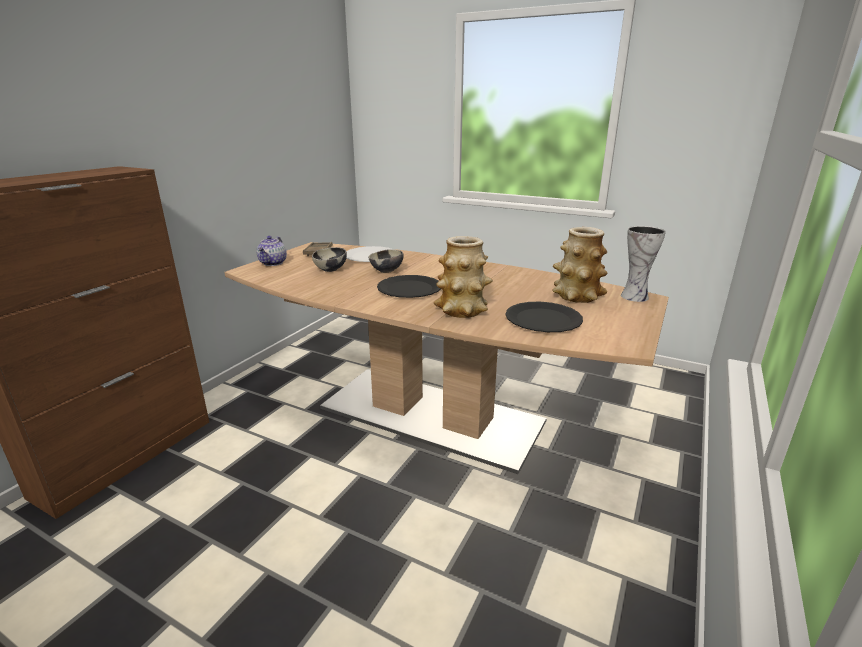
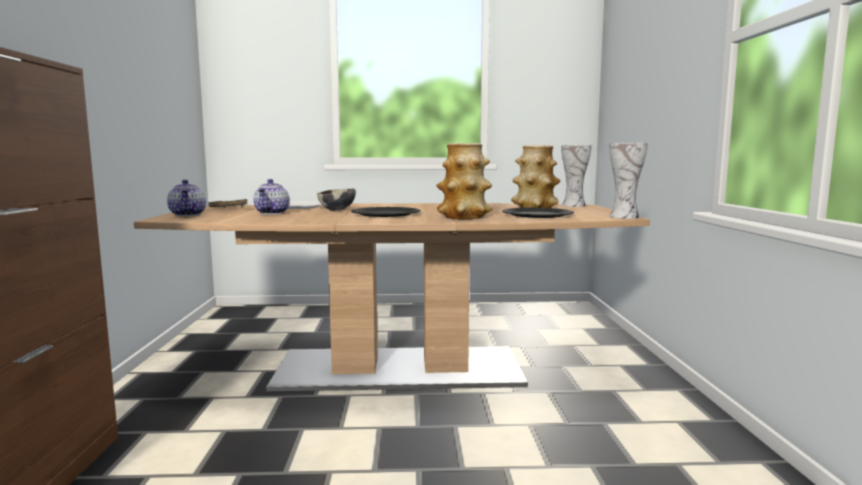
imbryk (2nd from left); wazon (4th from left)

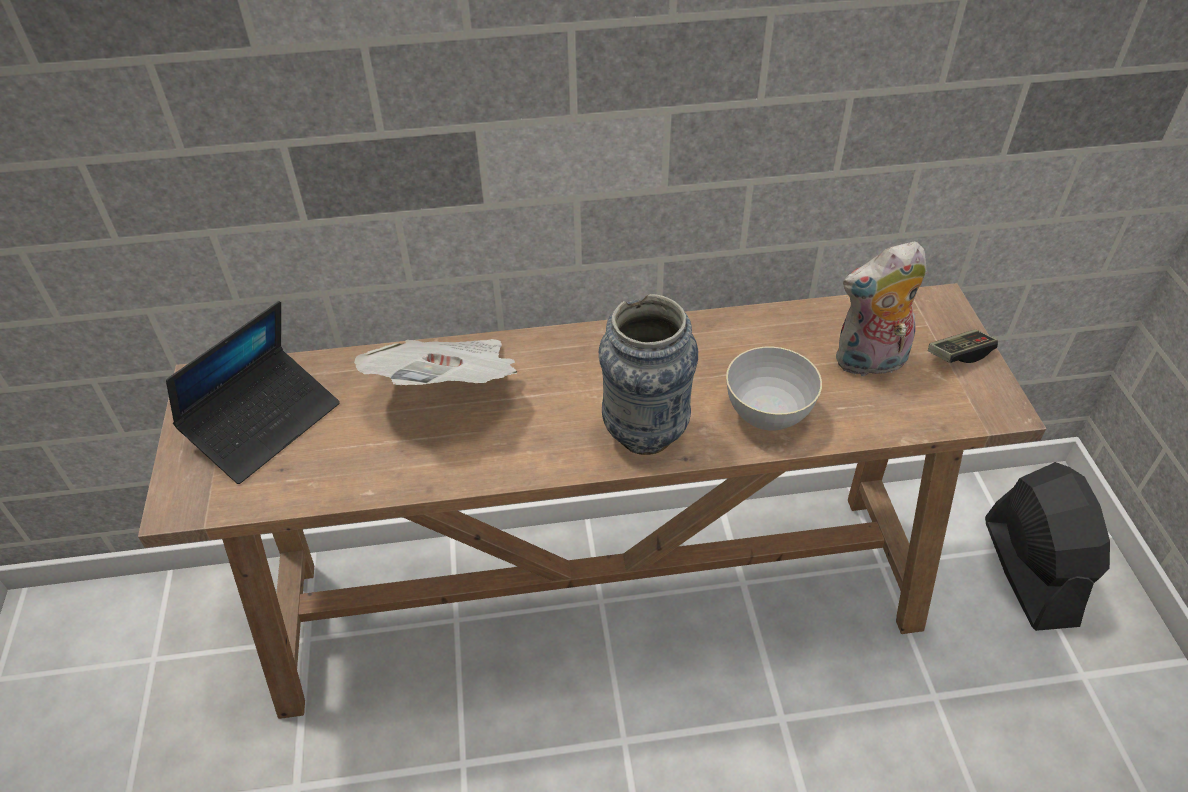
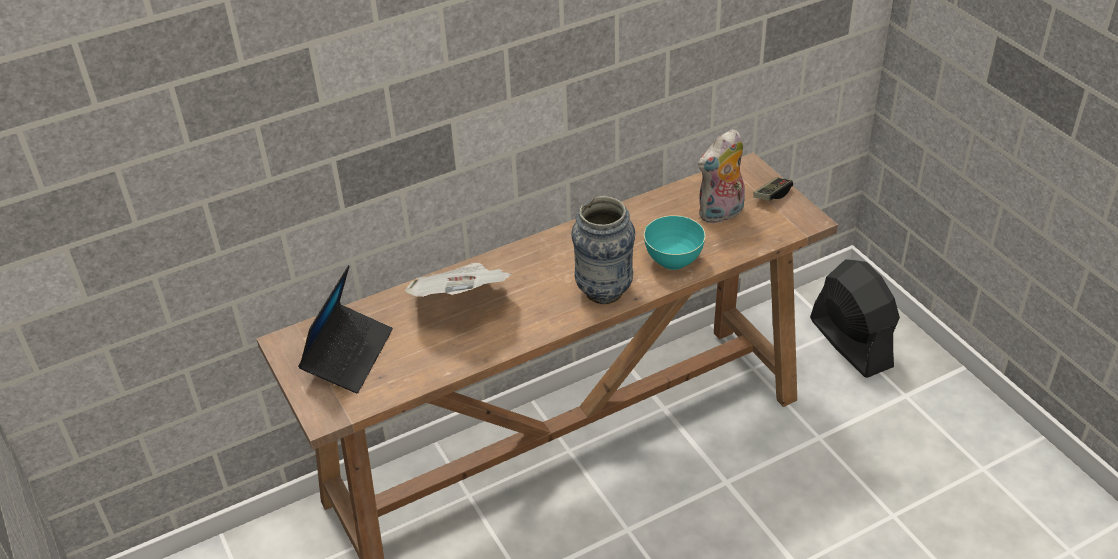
miska/turkusowy

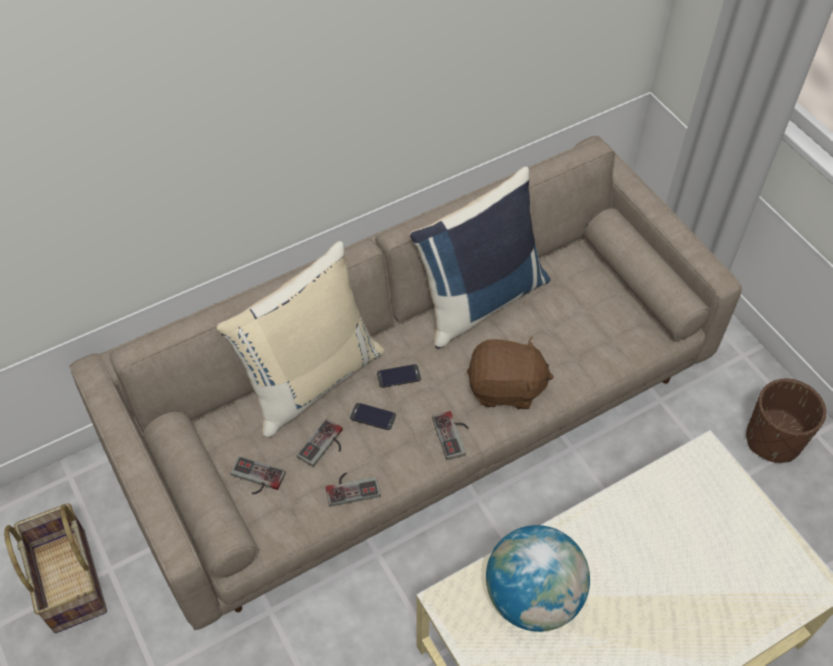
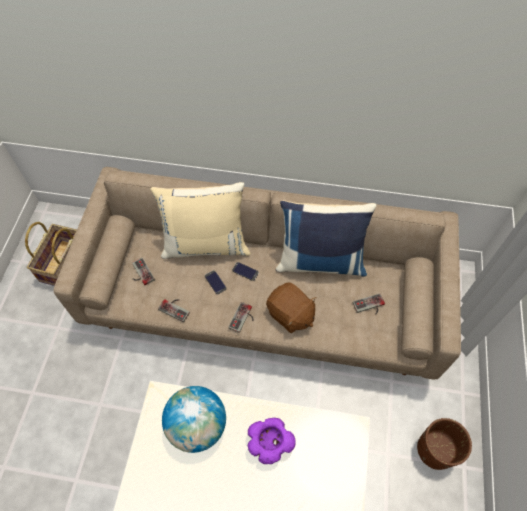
miska/fioletowy; pad do gier (4th from left)

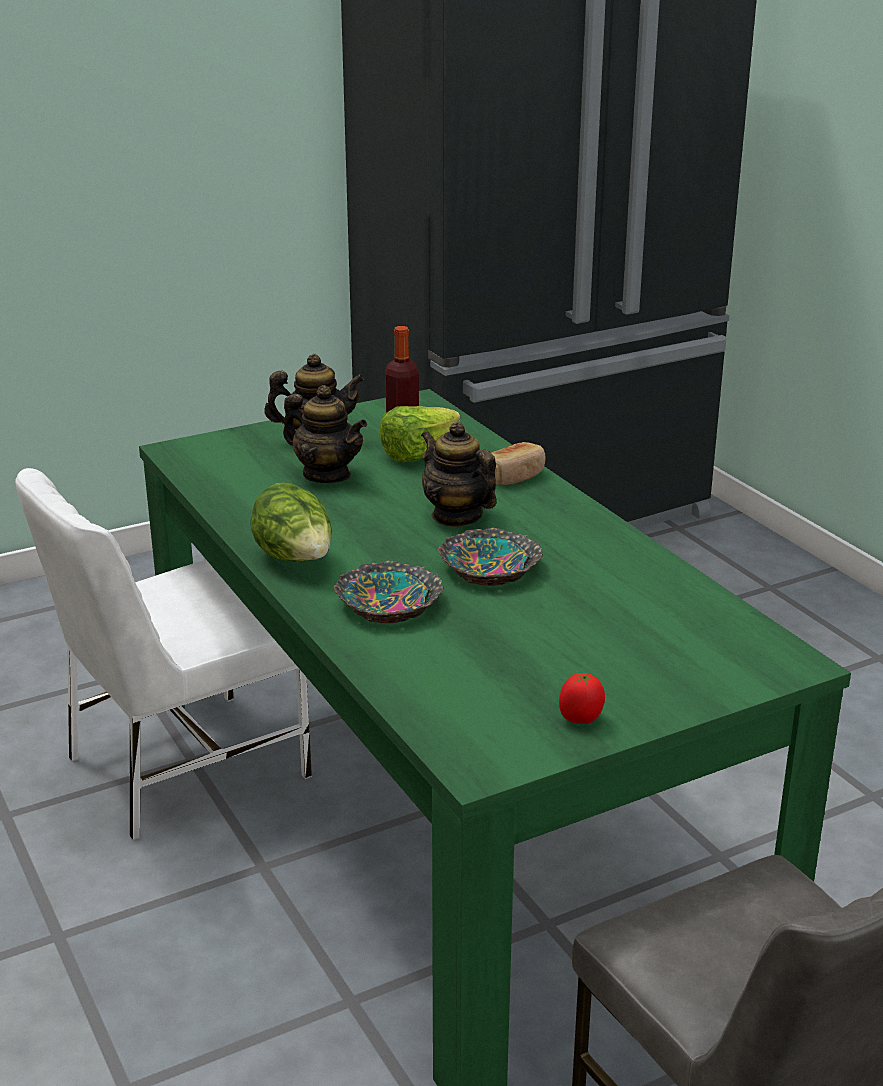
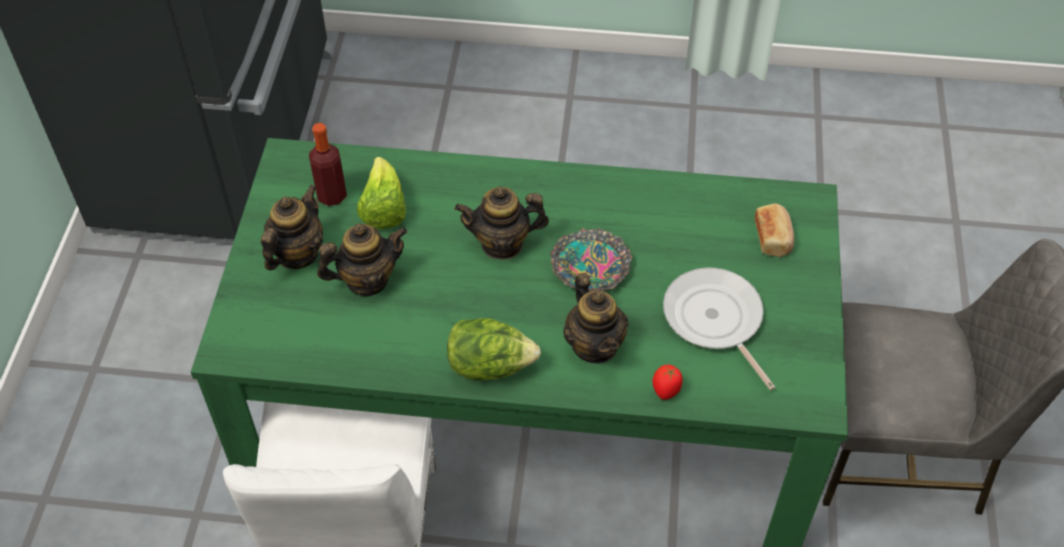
imbryk (4th from left); pomidor; patelnia; chleb

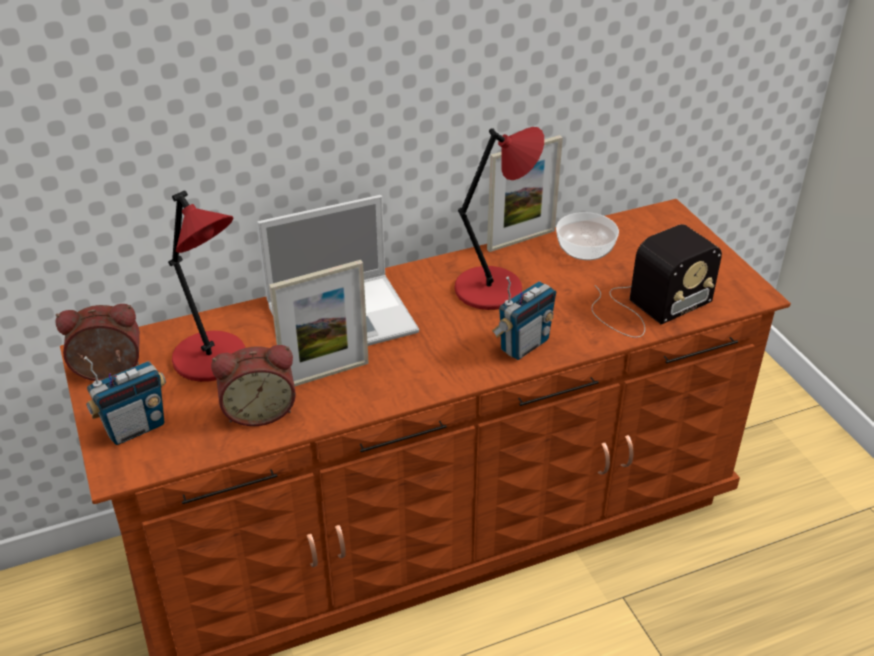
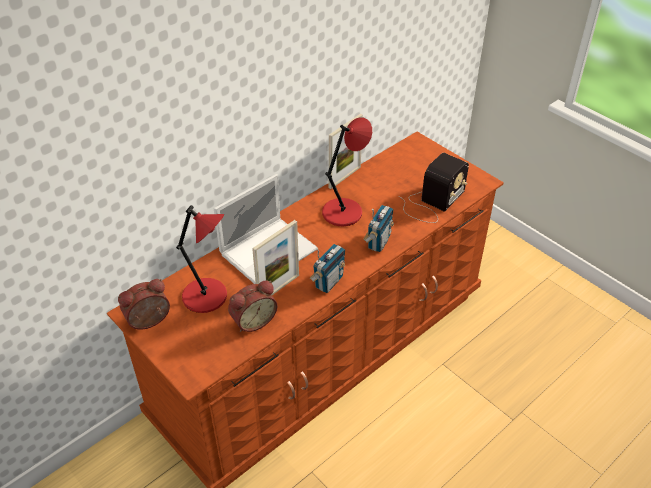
radio (1st from left); miska

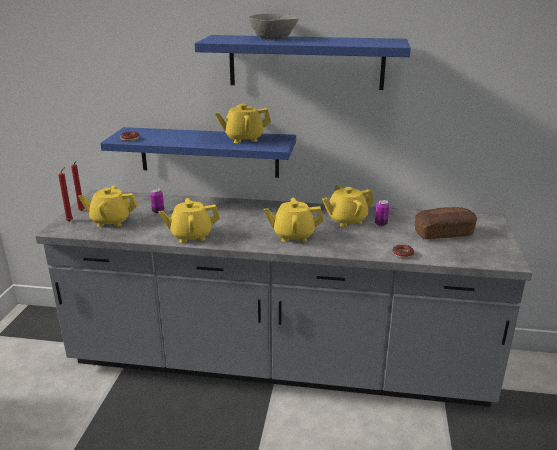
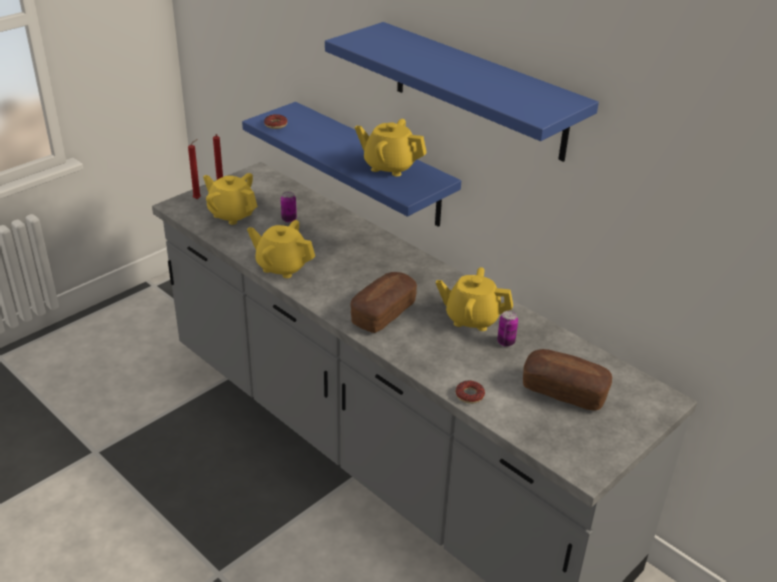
chleb (1st from left); miska/szary

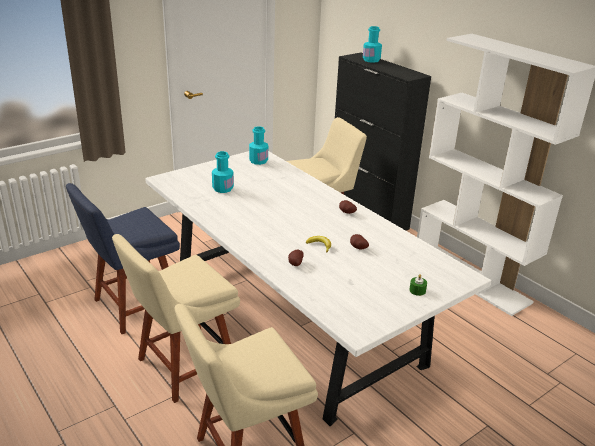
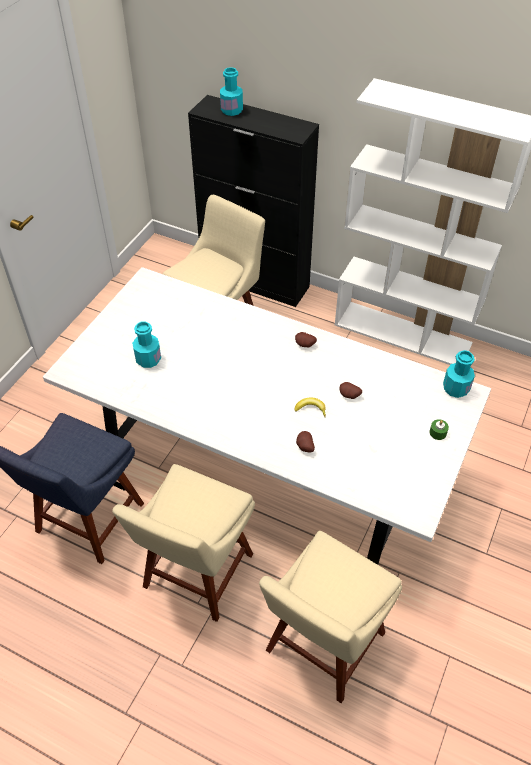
butelka/turkusowy (3rd from left)

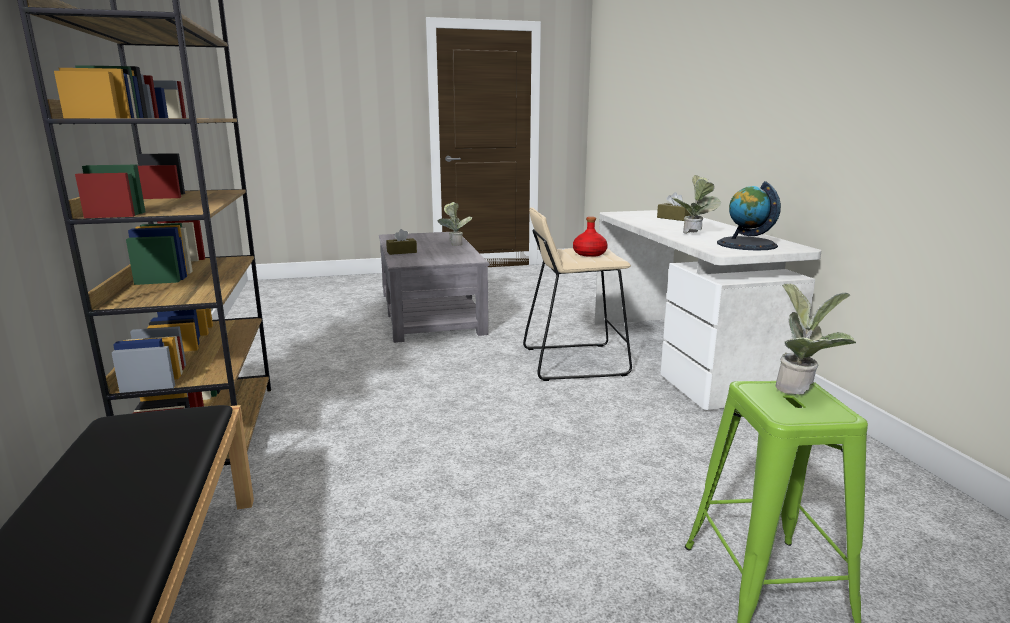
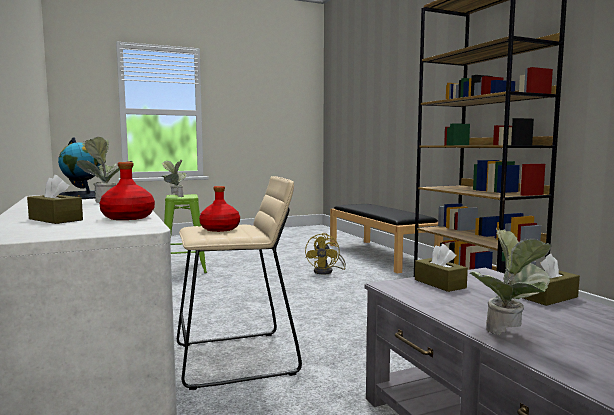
butelka/czerwony (1st from left); wentylator/żółty; pudełko chusteczek/brązowy (2nd from left)

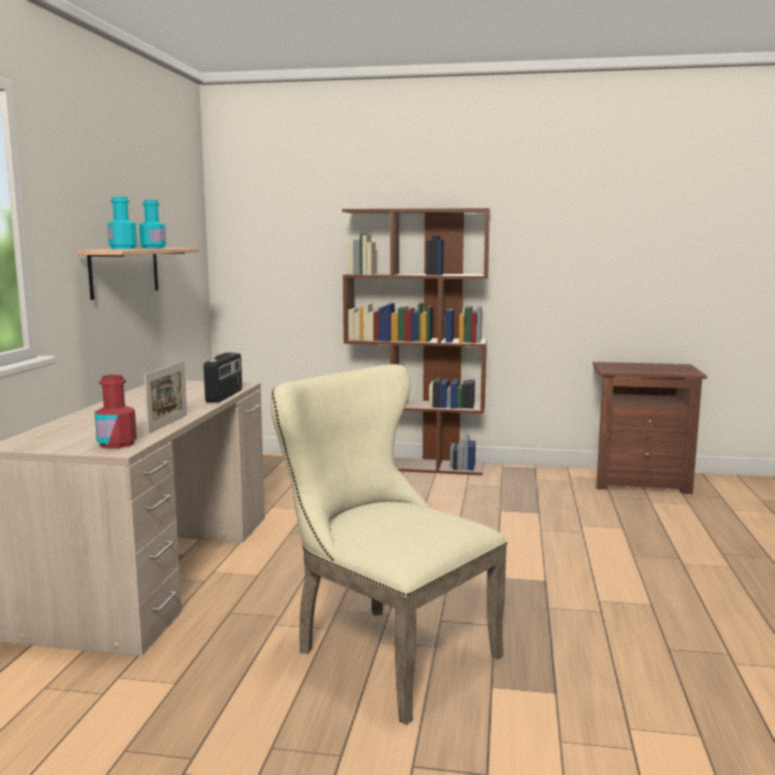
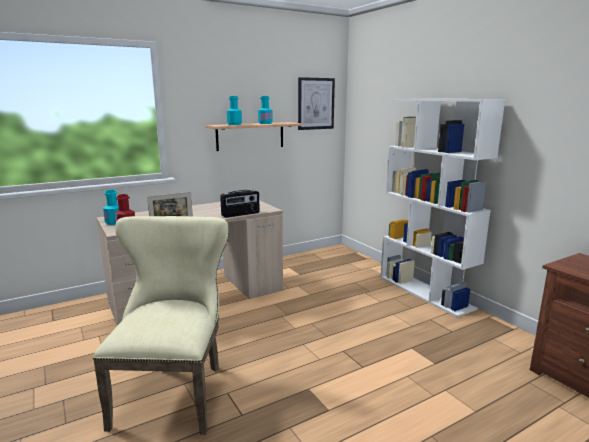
butelka/turkusowy (1st from left); obraz; regał/biały

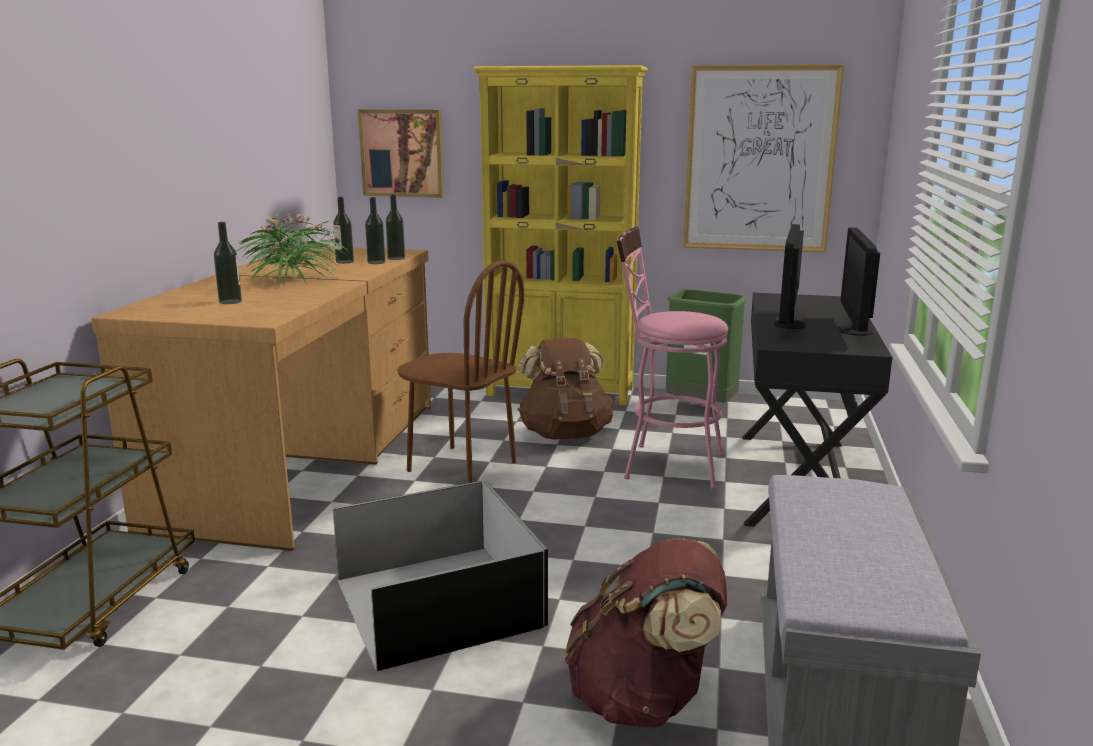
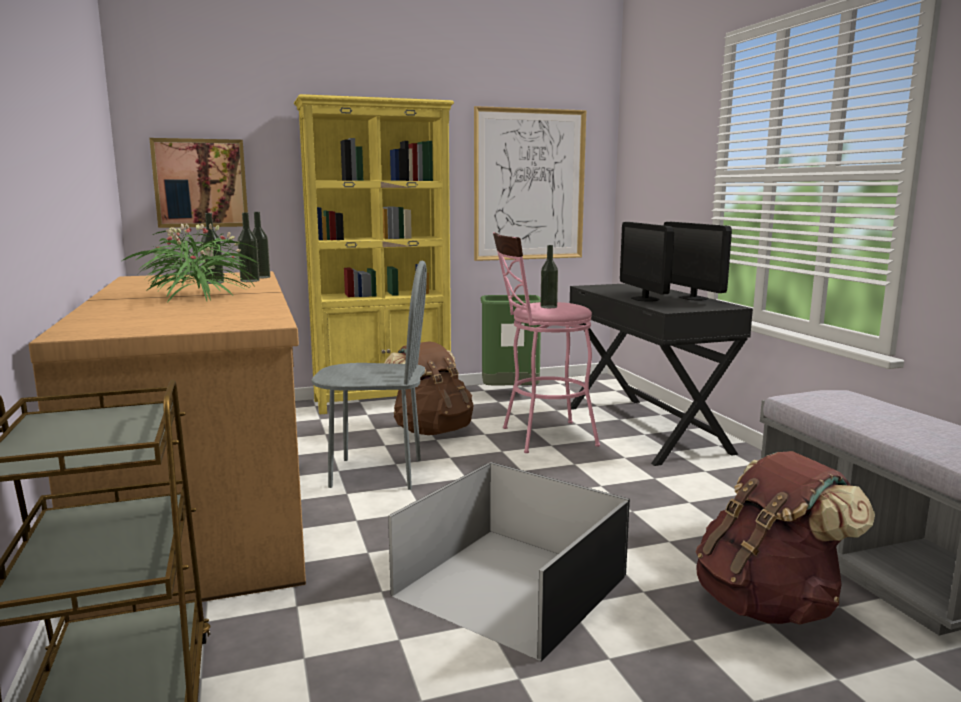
krzesło/szary; butelka (4th from left)

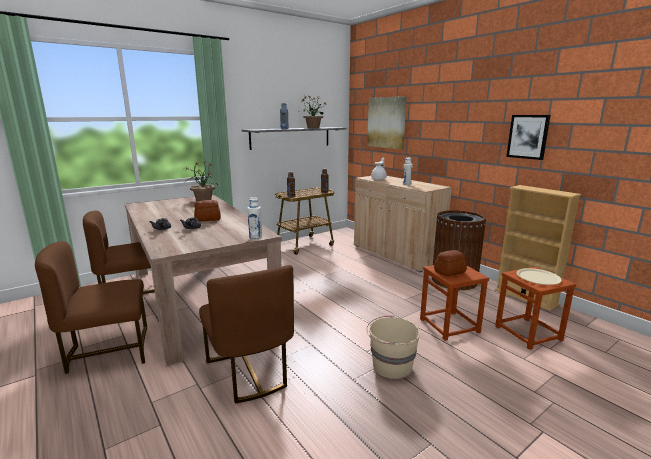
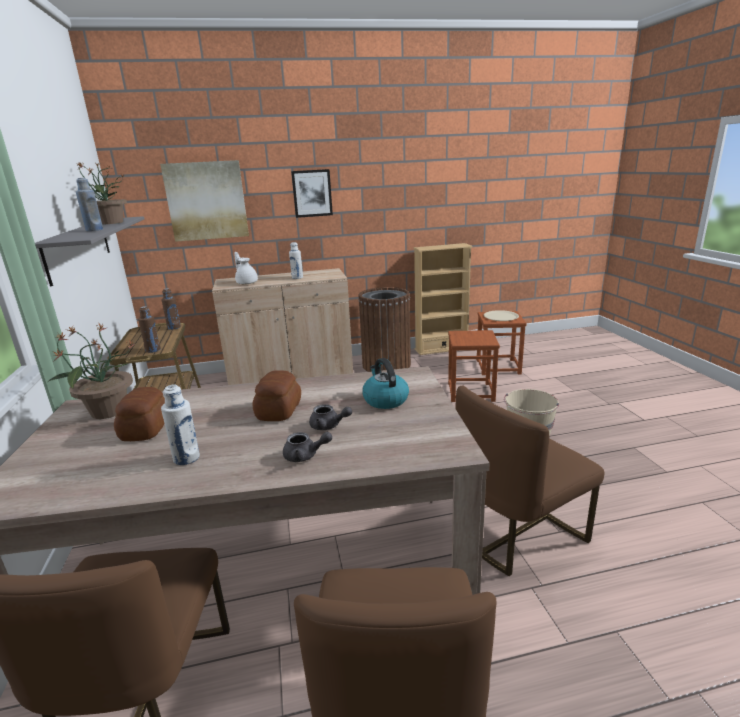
chleb (1st from left); butelka/biały (1st from left); obraz (2nd from left); czajnik; krzesło/brązowy (3rd from left)

